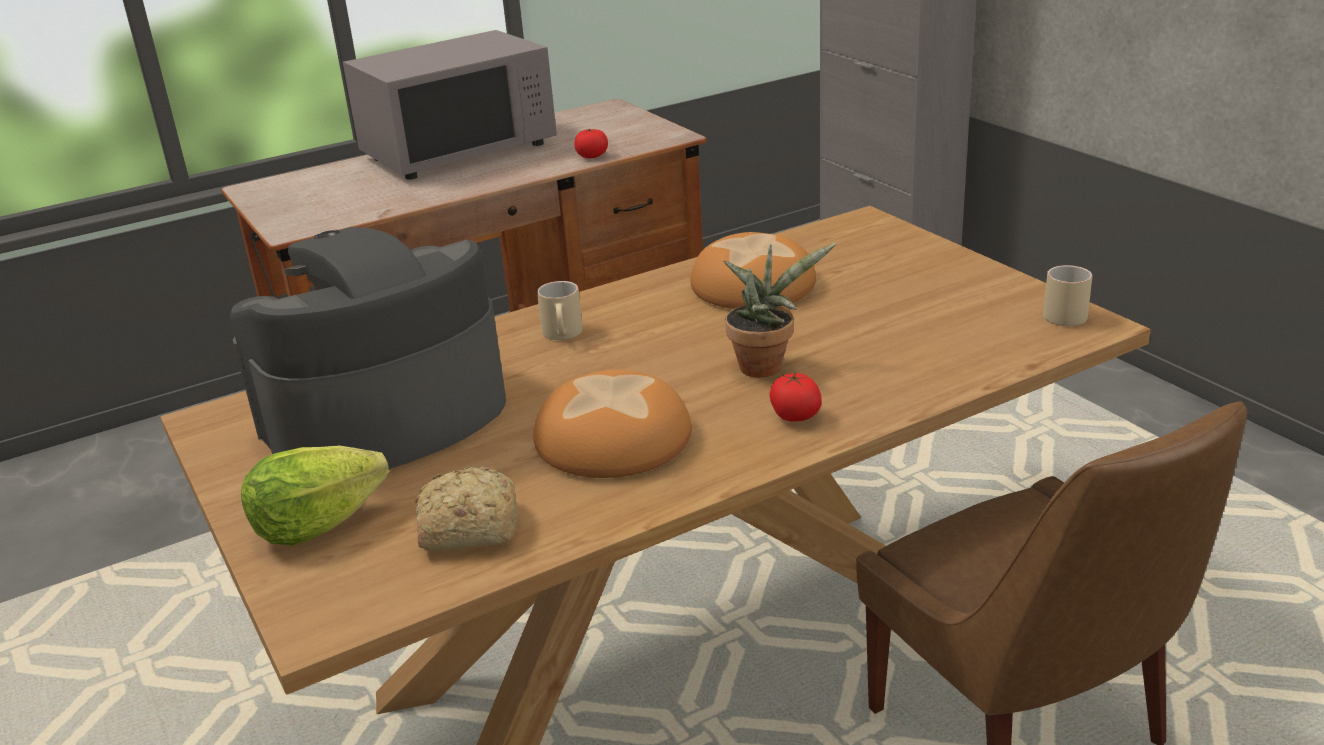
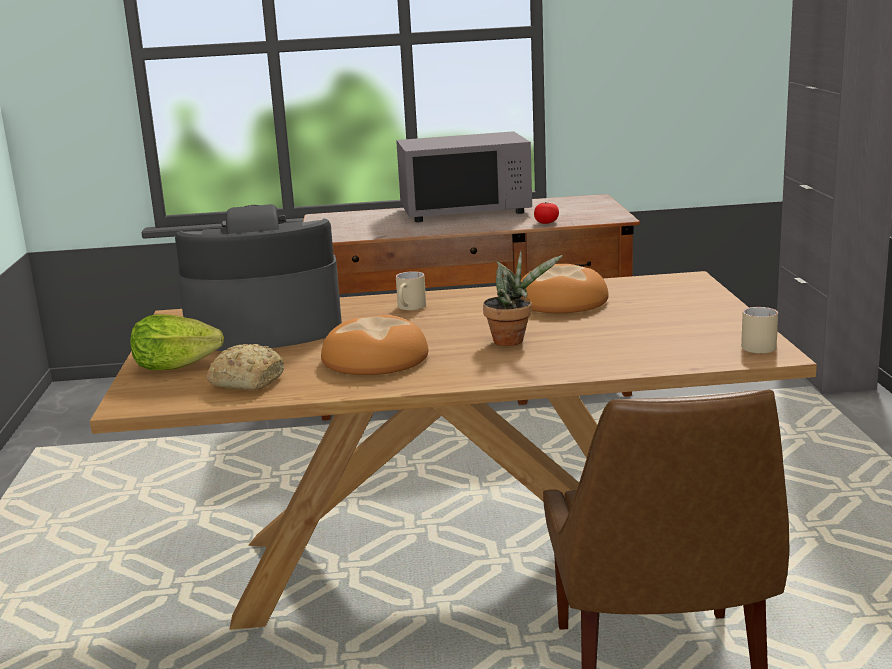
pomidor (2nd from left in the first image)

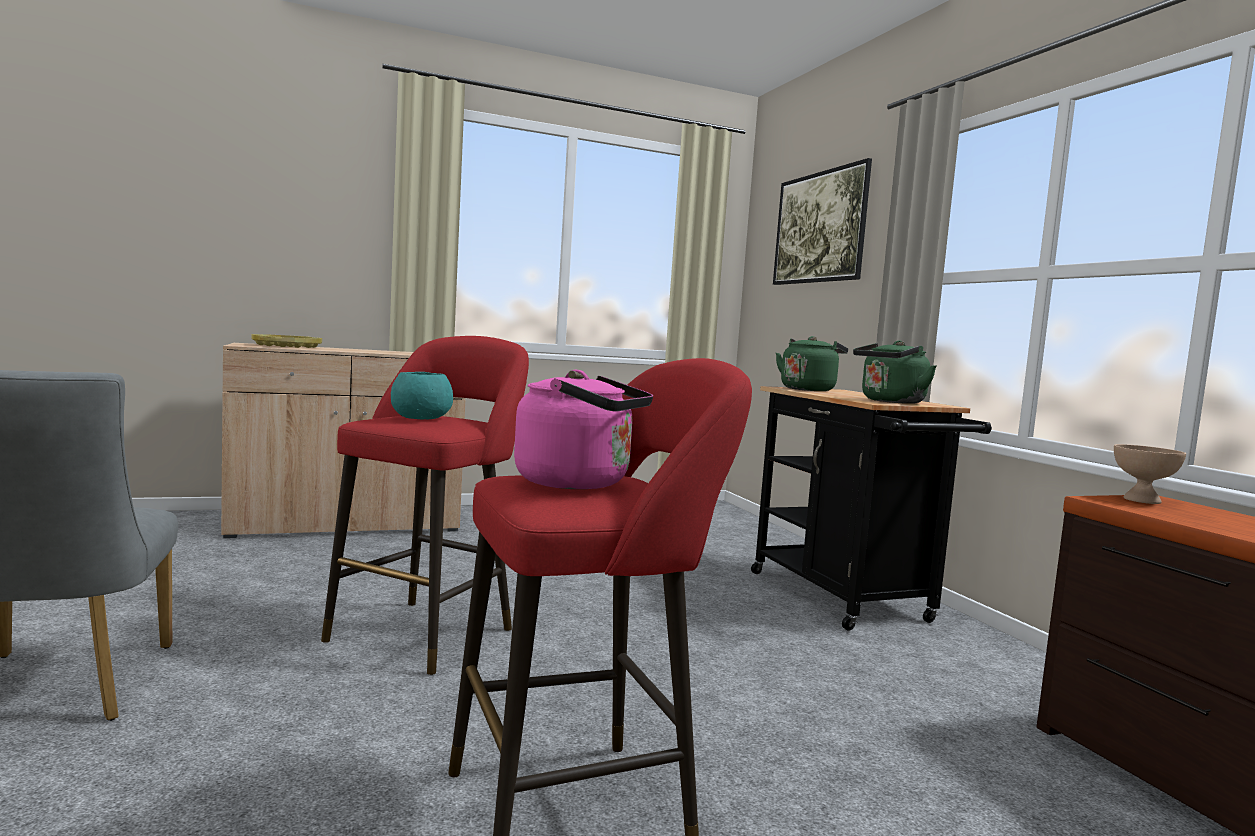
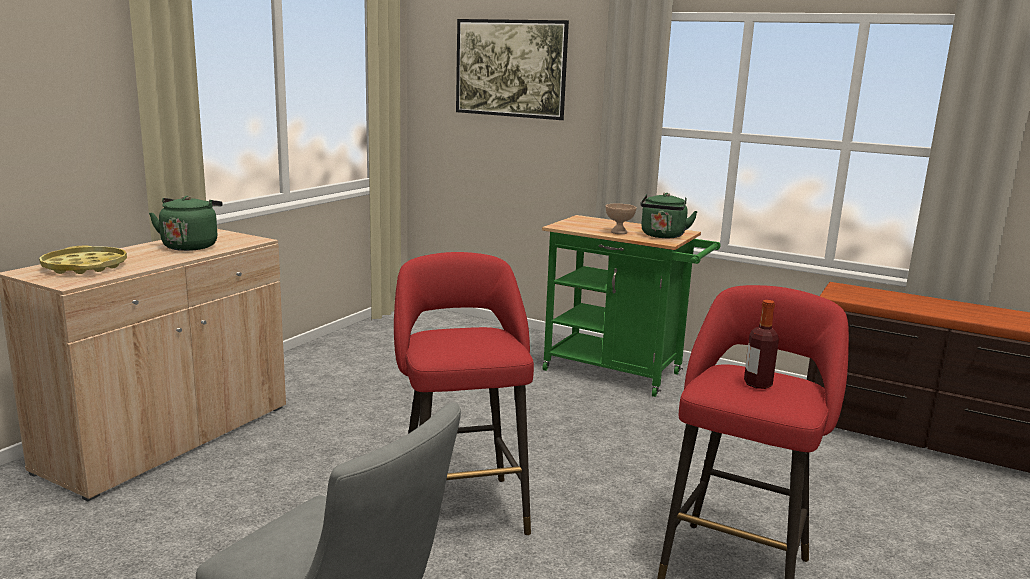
czajnik/zielony (1st from left); wózek/zielony; miska/beżowy; butelka; miska/turkusowy

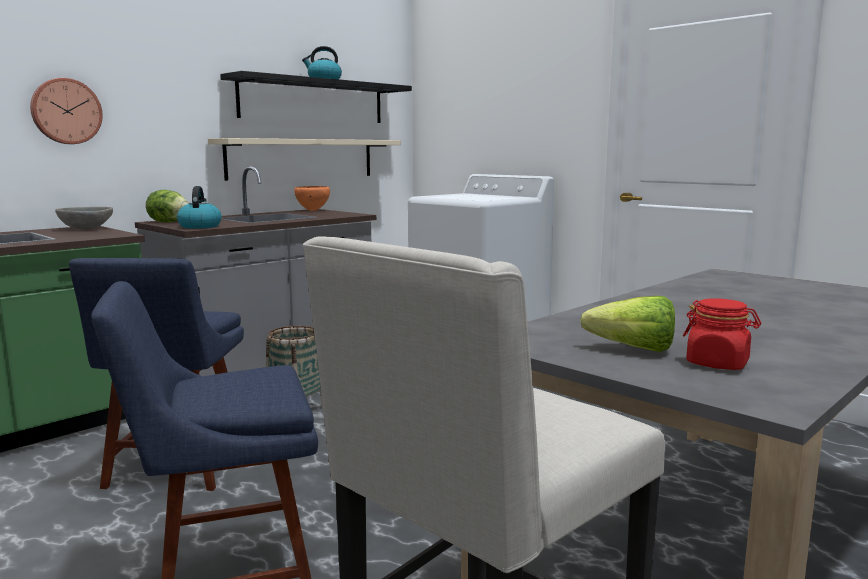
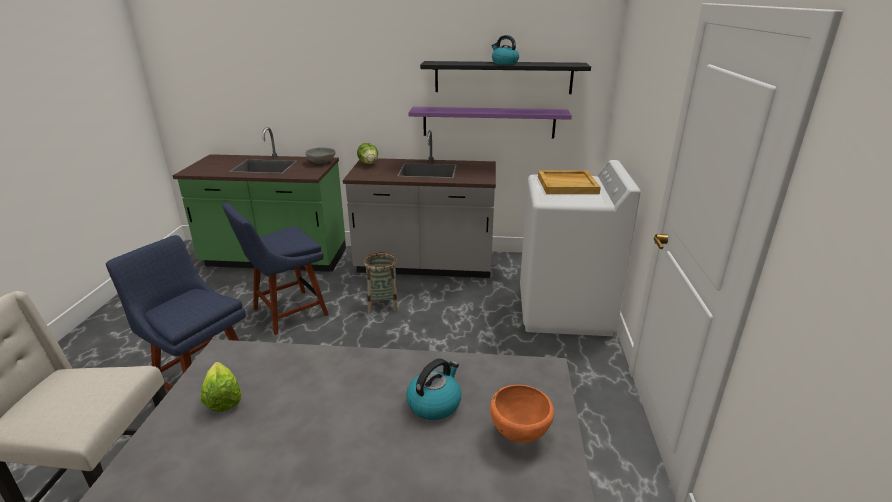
czajnik (1st from left); półka/fioletowy; miska/pomarańczowy; taca/beżowy; zegar ścienny; słoik/czerwony

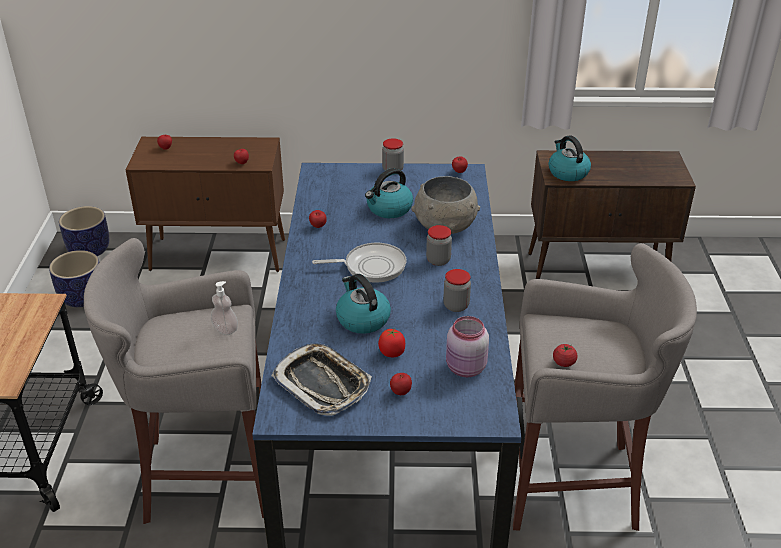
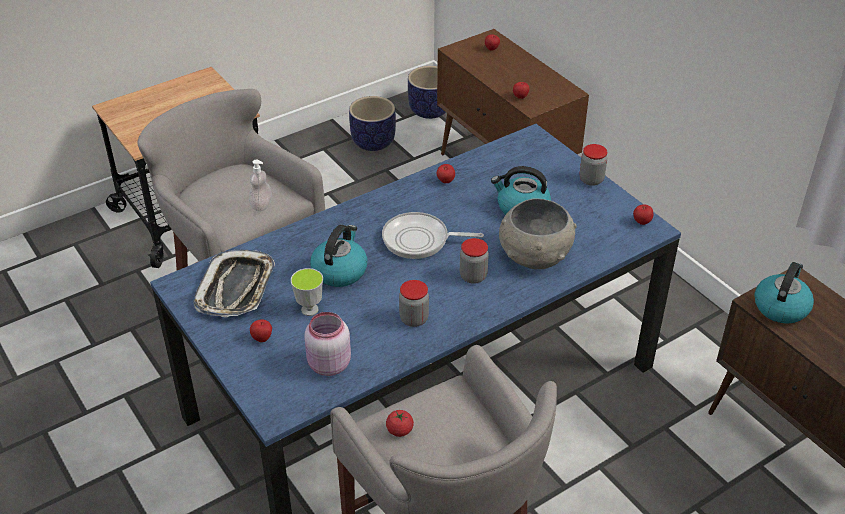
filiżanka; patelnia

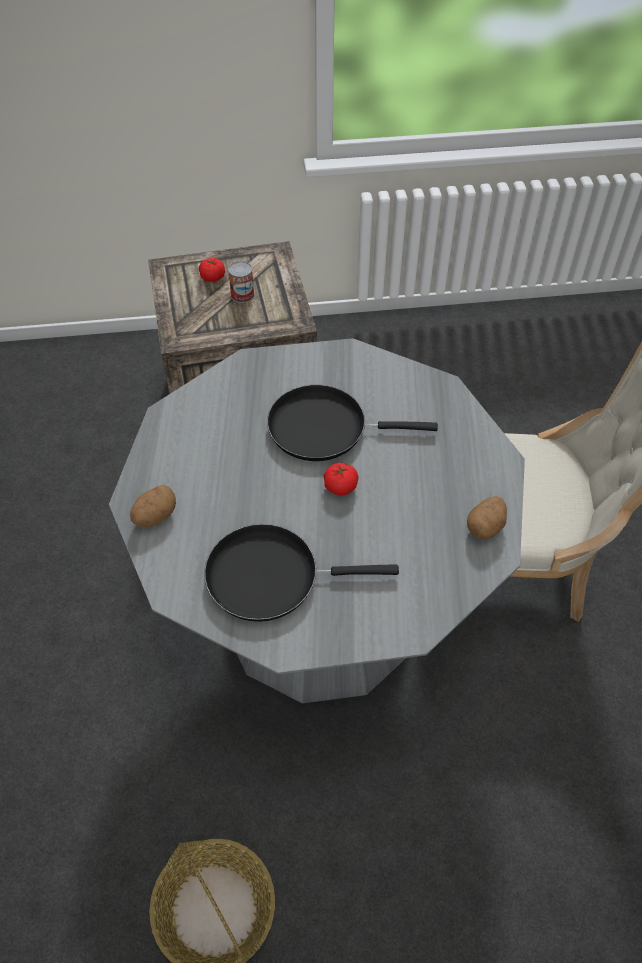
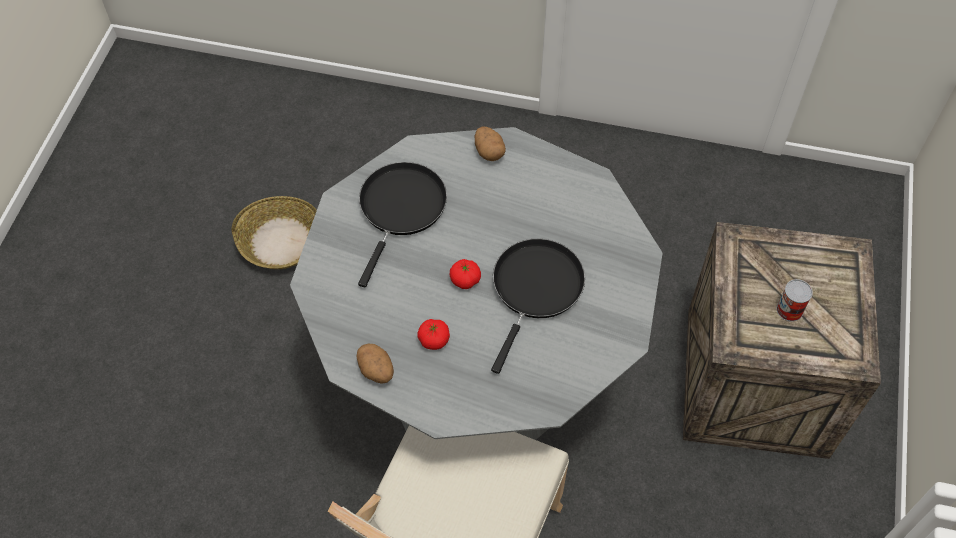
pomidor (1st from left)

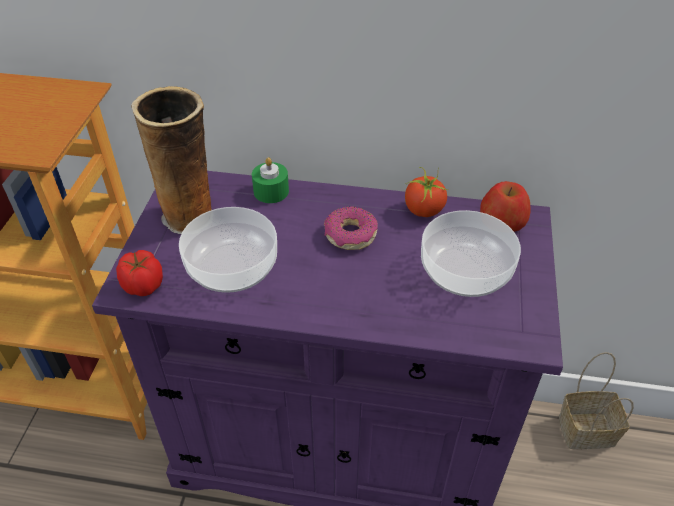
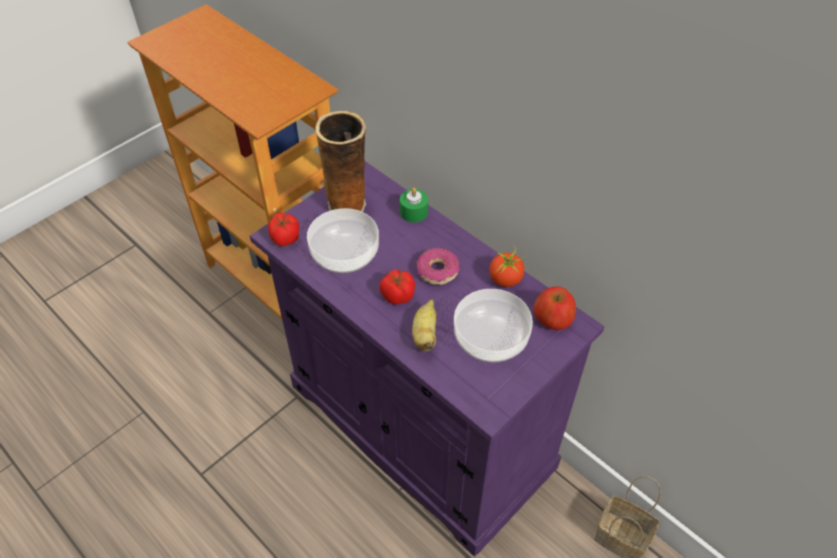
pomidor (2nd from left); banan

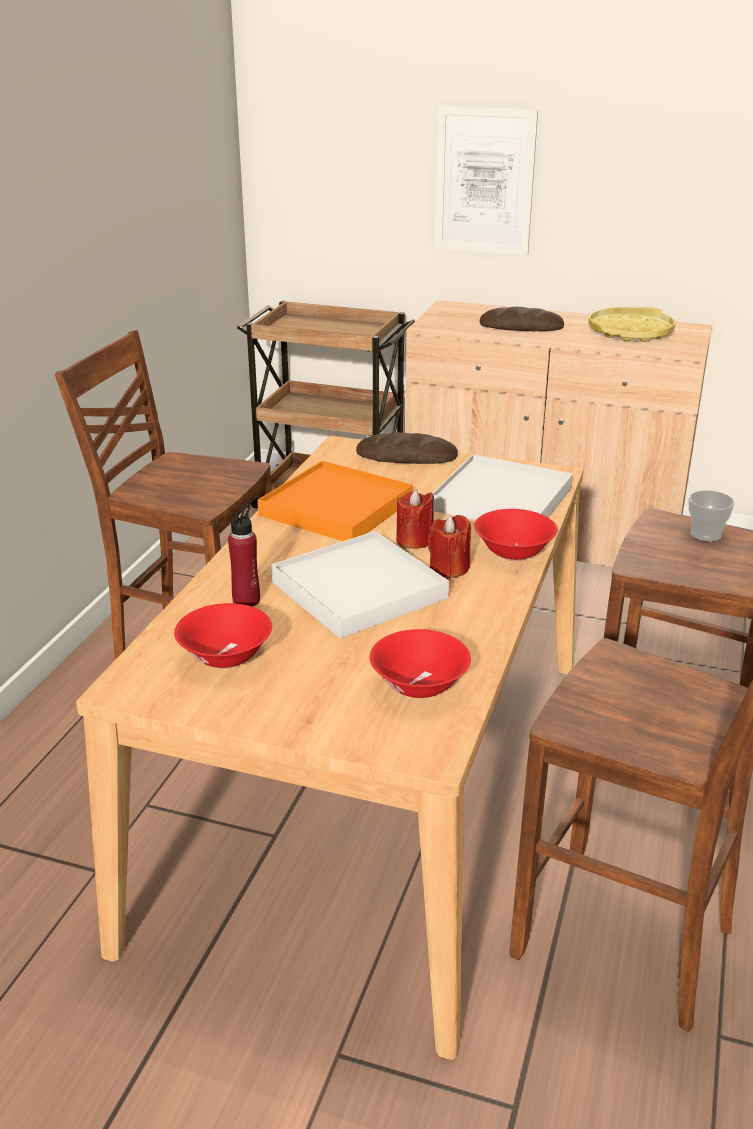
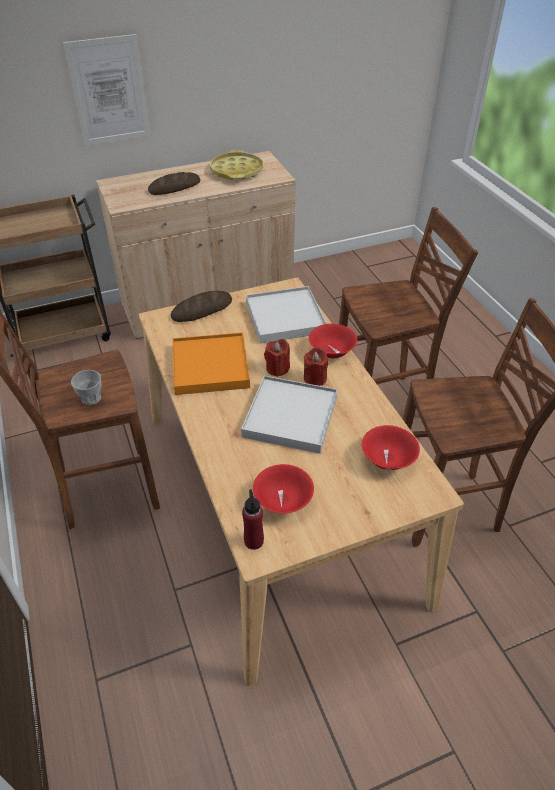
filiżanka; butelka/czerwony

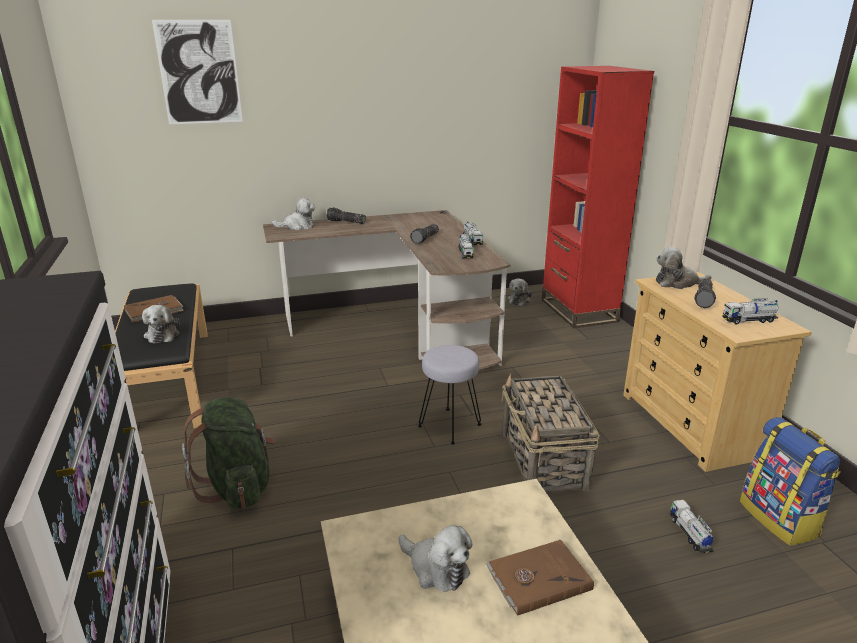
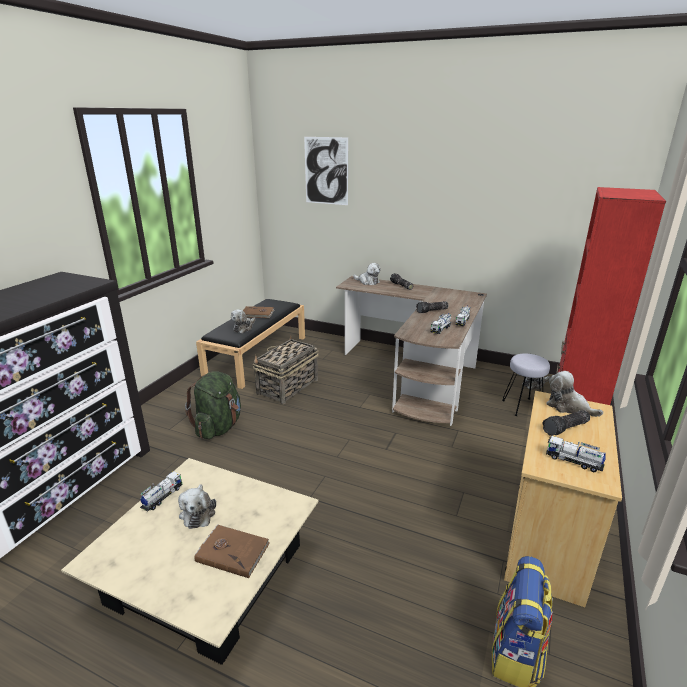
ciężarówka zabawkowa (1st from left); koszyk; stołek/szary

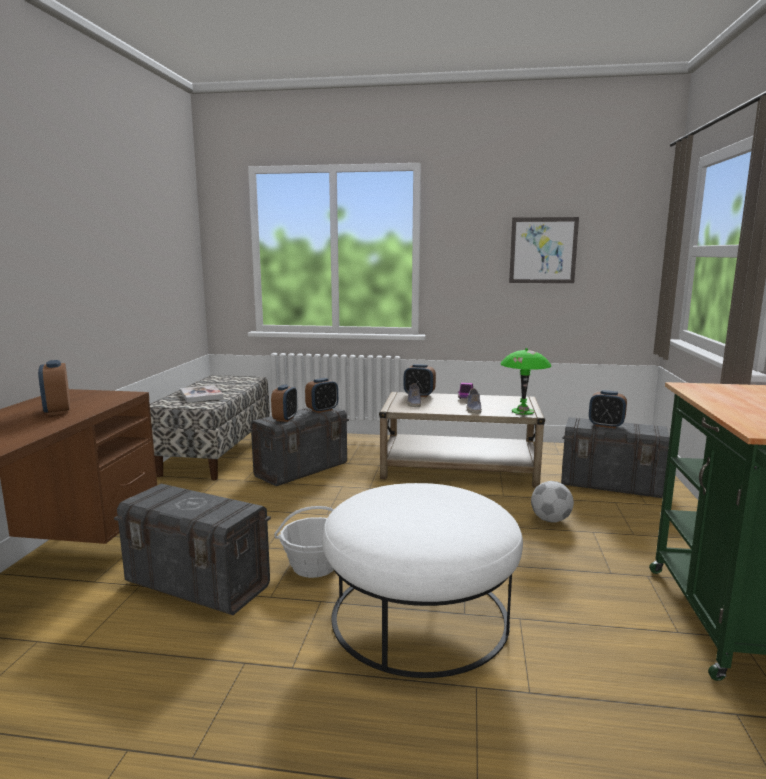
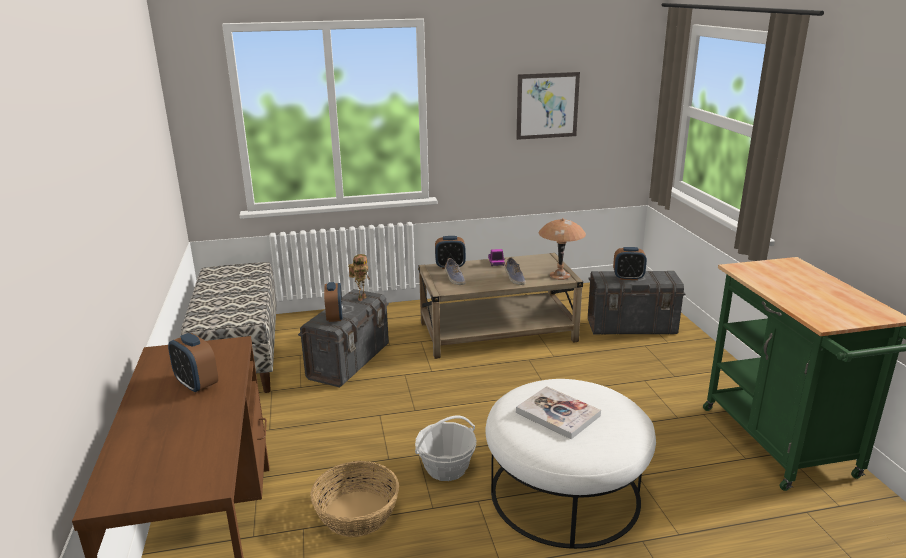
koszyk (1st from left); robot zabawkowy; książka; lampa stołowa/brązowy; piłka futbolowa

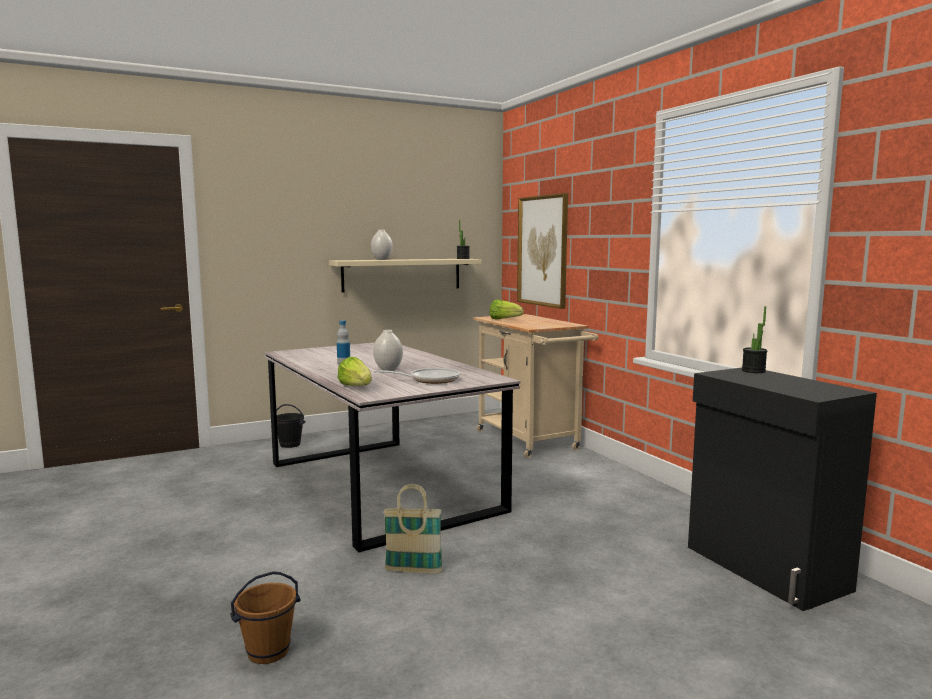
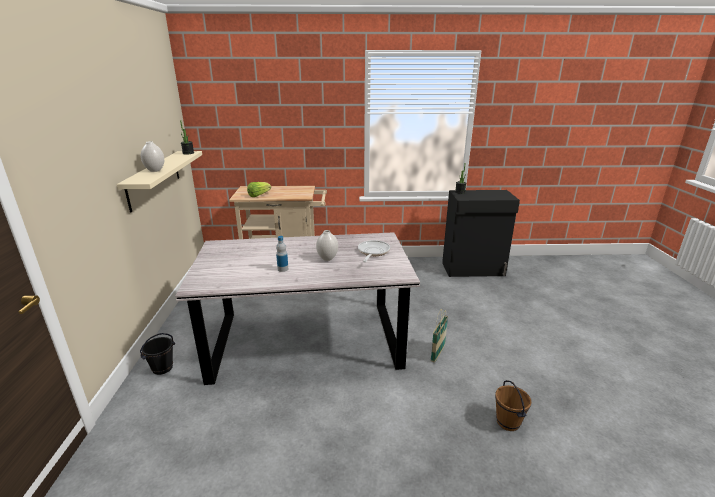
sałata (1st from left in the first image); obraz

